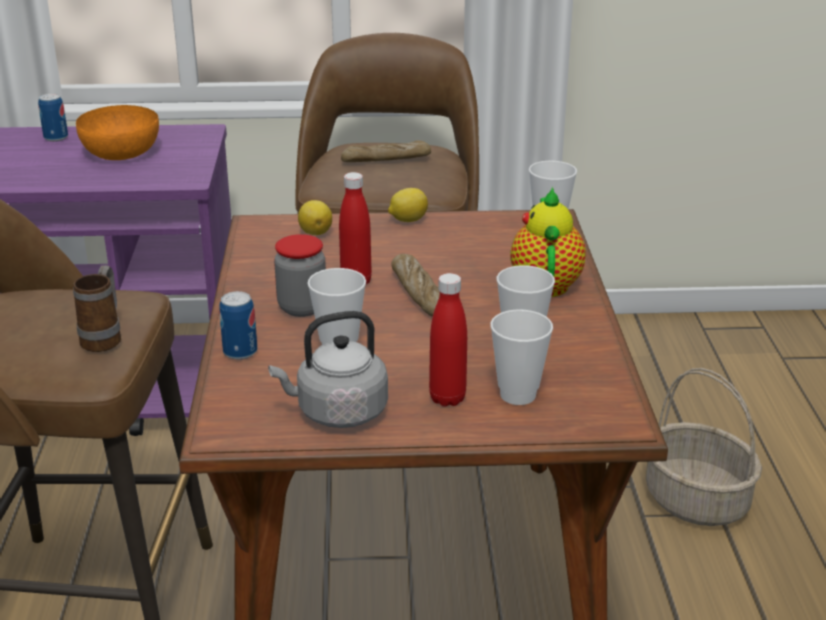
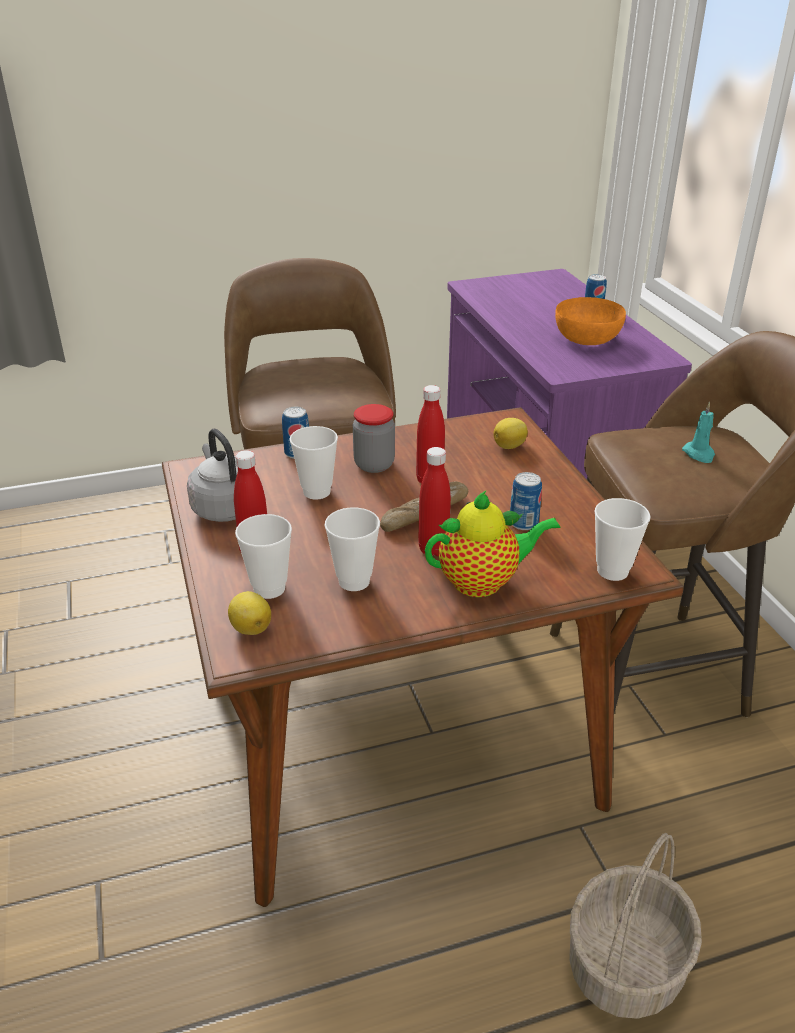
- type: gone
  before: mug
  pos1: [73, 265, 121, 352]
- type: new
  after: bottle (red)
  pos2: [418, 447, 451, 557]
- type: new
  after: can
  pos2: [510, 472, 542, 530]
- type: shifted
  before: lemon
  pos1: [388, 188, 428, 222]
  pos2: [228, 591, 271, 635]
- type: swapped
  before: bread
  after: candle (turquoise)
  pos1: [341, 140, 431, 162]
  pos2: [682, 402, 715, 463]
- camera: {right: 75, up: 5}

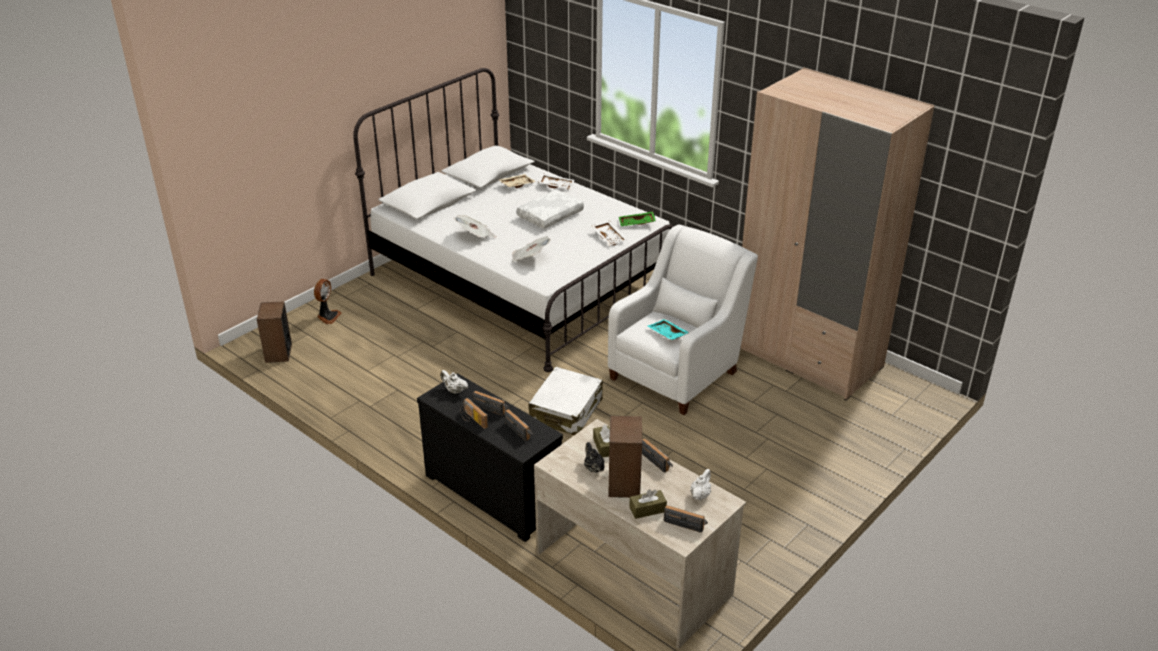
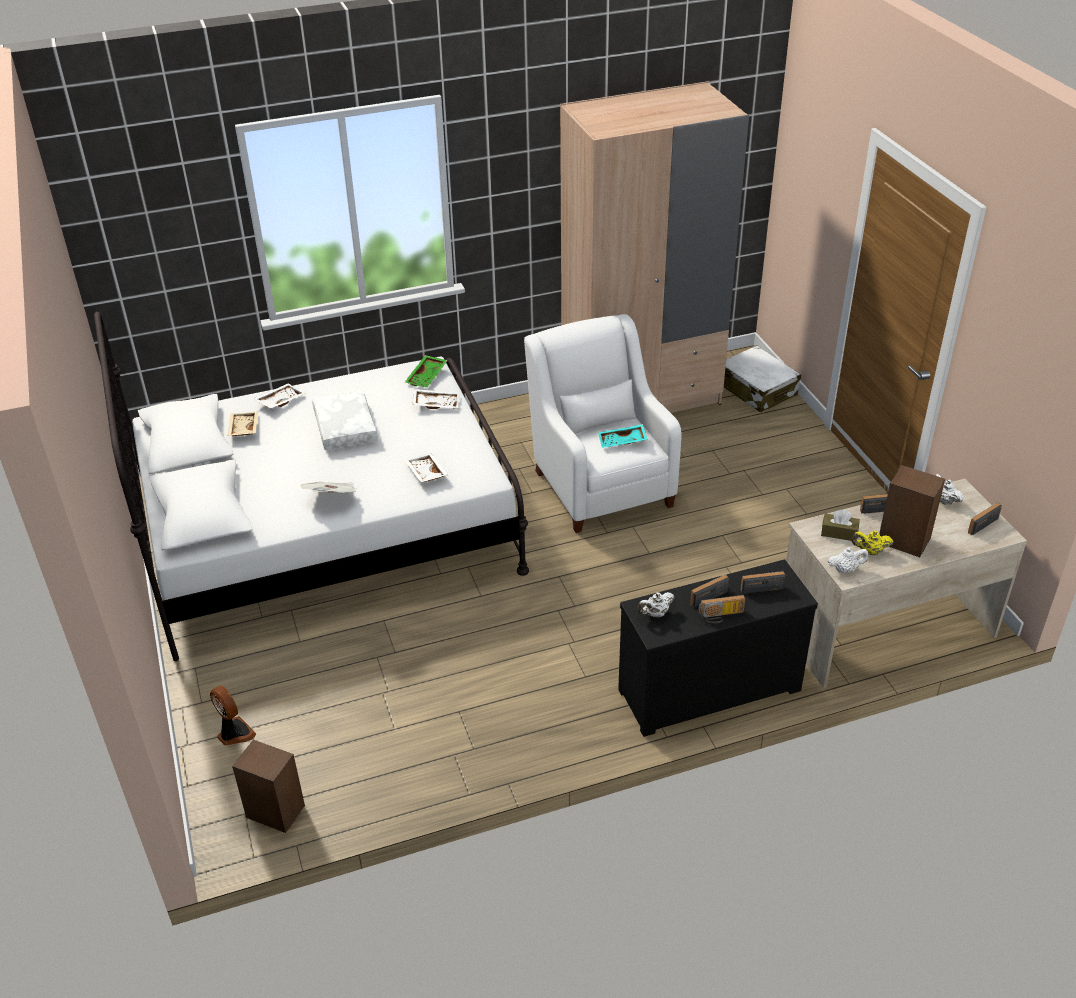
- type: gone
  before: tissue box (brown)
  pos1: [629, 489, 667, 519]
- type: new
  after: teapot (white)
  pos2: [828, 547, 869, 573]
- type: shifted
  before: suitcase (white)
  pos1: [529, 367, 603, 435]
  pos2: [724, 345, 801, 412]
- type: swapped
  before: newspaper
  after: tray (white)
  pos1: [512, 236, 551, 262]
  pos2: [405, 453, 448, 482]
- type: repainted
  before: teapot (black)
  after: teapot (yellow)
  pos1: [584, 442, 605, 473]
  pos2: [852, 530, 893, 555]
- camera: {right: -60, up: 5}

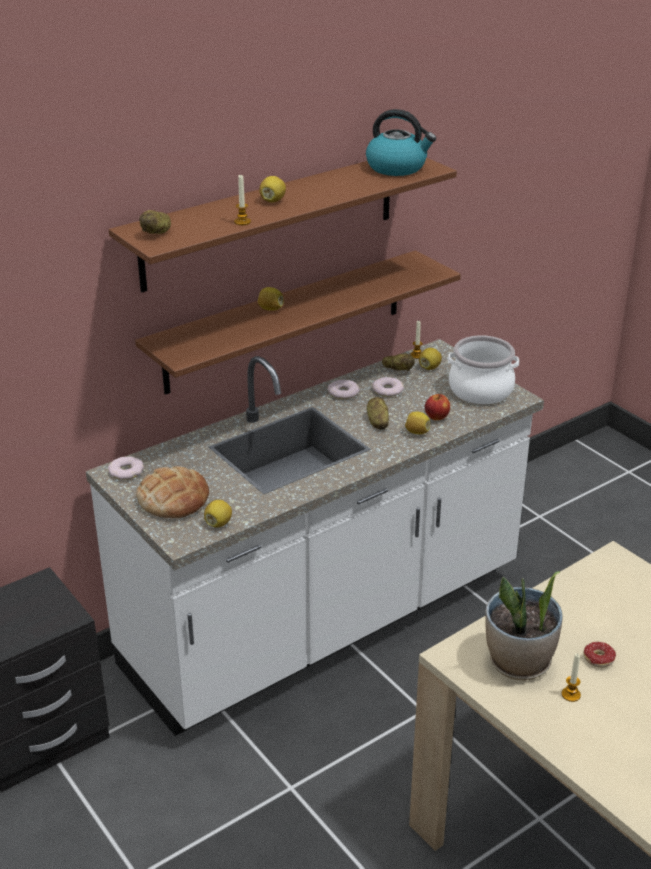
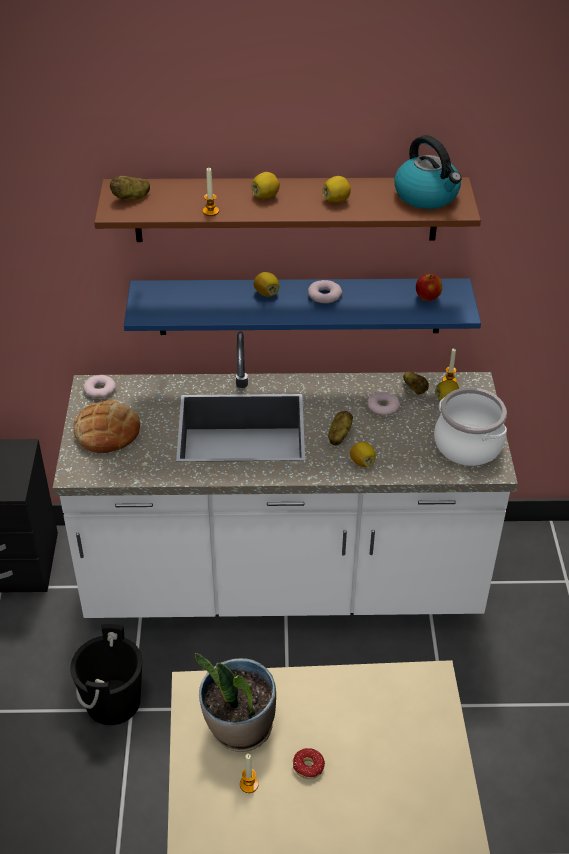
- type: new
  after: bucket (black)
  pos2: [70, 624, 142, 725]
- type: shifted
  before: lemon
  pos1: [204, 500, 232, 528]
  pos2: [323, 176, 351, 203]
- type: shifted
  before: donut
  pos1: [328, 380, 360, 399]
  pos2: [308, 280, 342, 303]
- type: shifted
  before: apple
  pos1: [425, 394, 450, 421]
  pos2: [416, 274, 442, 301]
- type: repainted
  before: shelf (brown)
  after: shelf (blue)
  pos1: [135, 250, 461, 395]
  pos2: [124, 278, 481, 335]
- camera: {right: 35, up: 10}

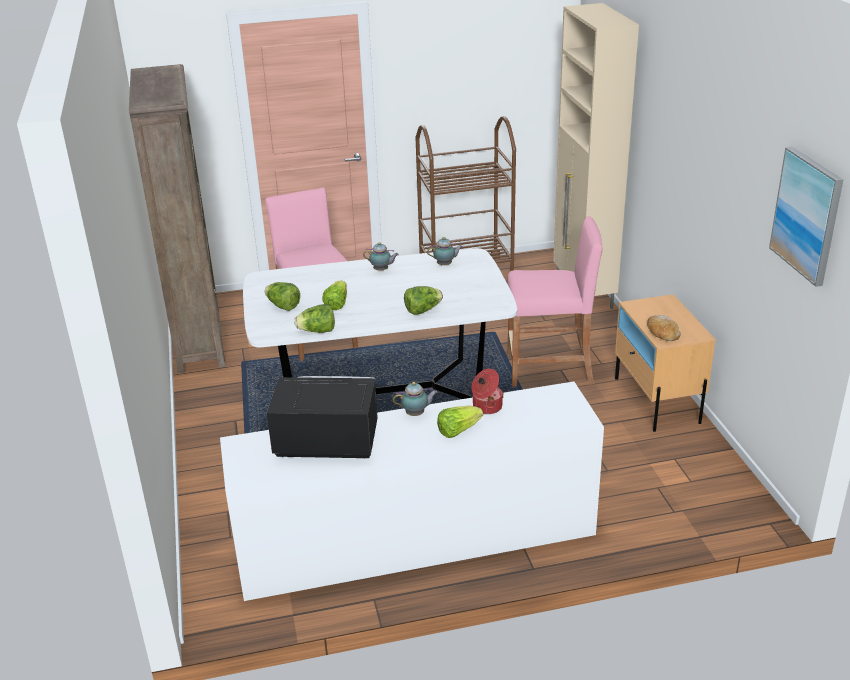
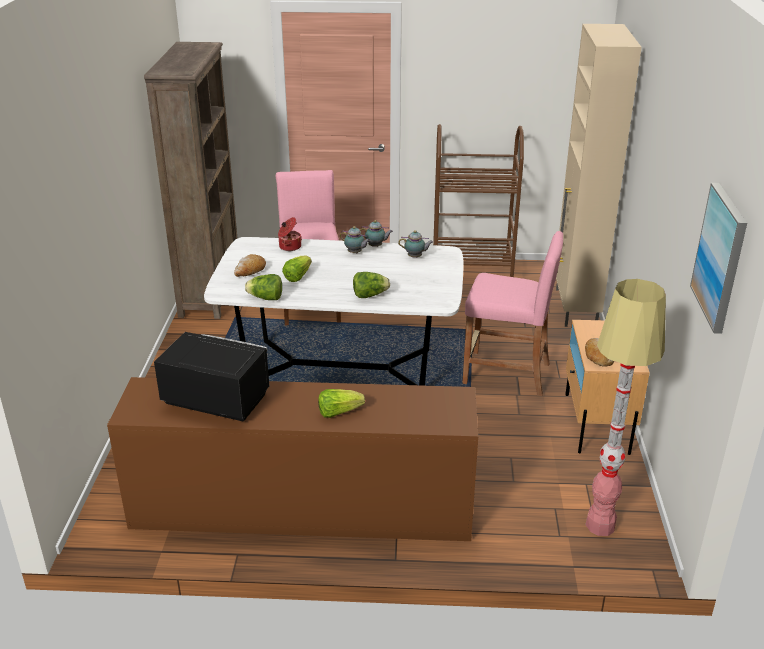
- type: new
  after: floor lamp
  pos2: [585, 279, 666, 536]
- type: shifted
  before: teapot
  pos1: [393, 382, 438, 416]
  pos2: [360, 220, 393, 247]
- type: shifted
  before: cooking pot
  pos1: [471, 369, 504, 414]
  pos2: [278, 217, 302, 251]
- type: swapped
  before: lettuce
  after: bread
  pos1: [265, 282, 300, 311]
  pos2: [234, 254, 266, 277]
- type: repainted
  before: dresser (white)
  after: dresser (brown)
  pos1: [220, 382, 604, 601]
  pos2: [107, 377, 478, 541]
- camera: {right: 15, up: 0}

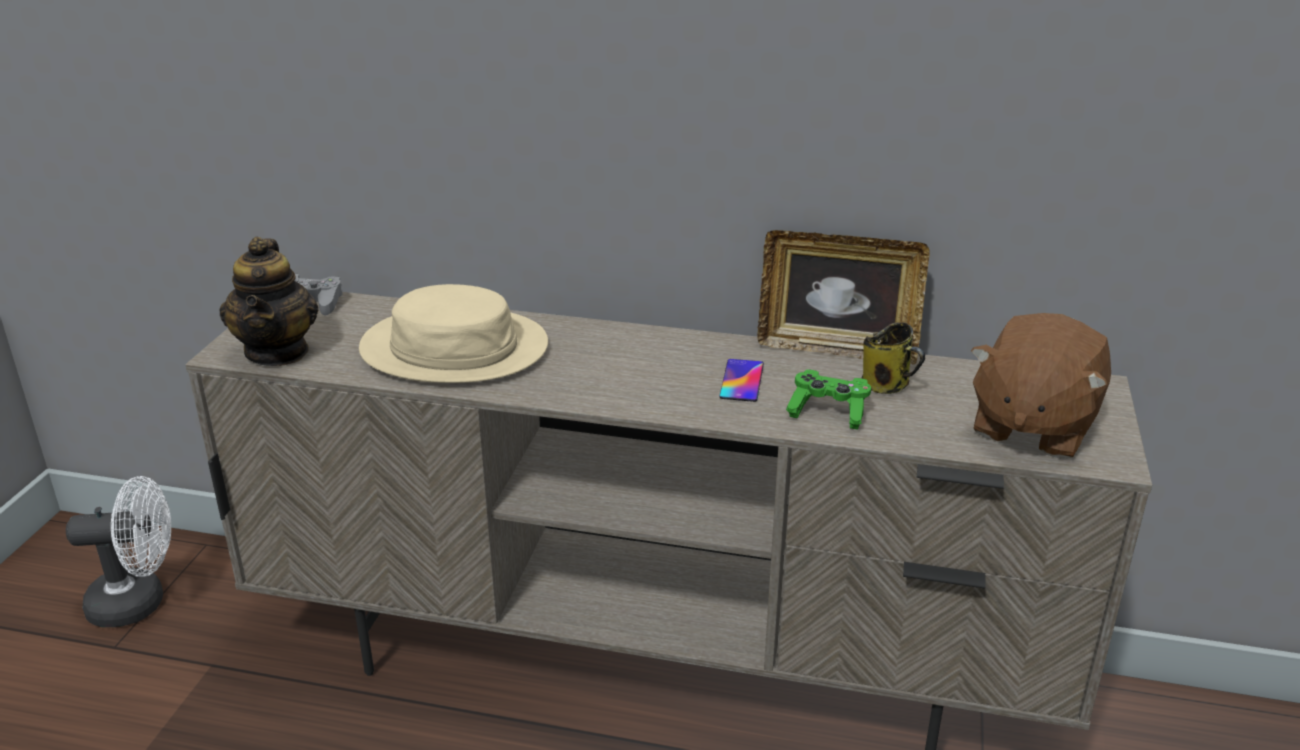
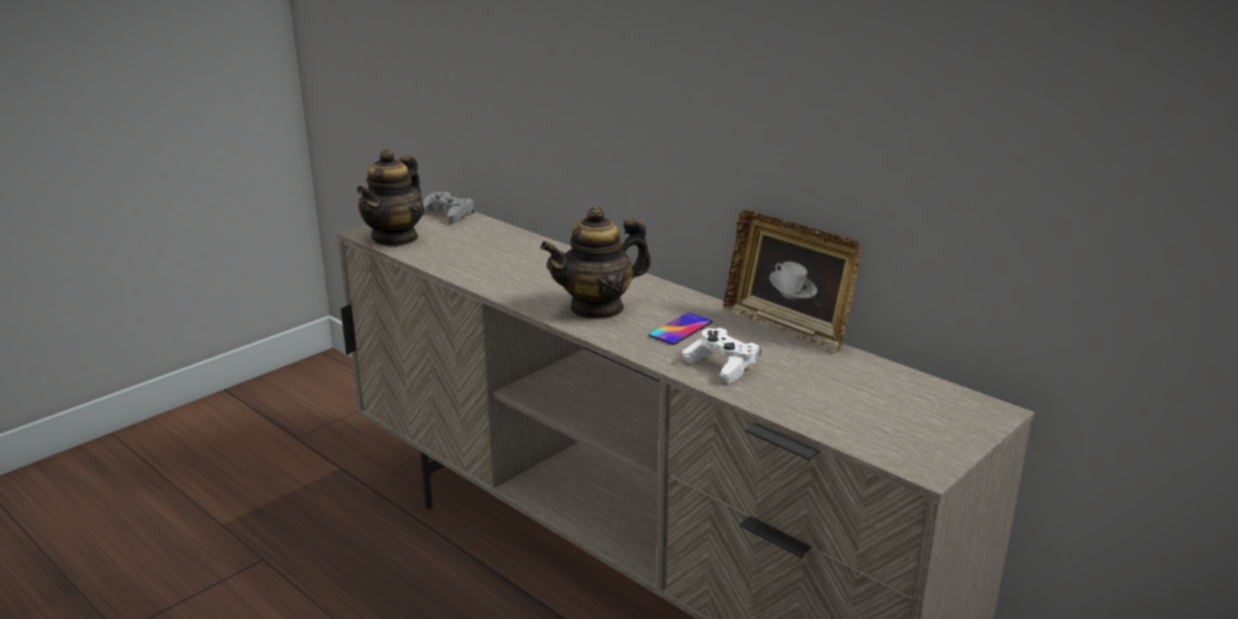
- type: gone
  before: fan (white)
  pos1: [66, 476, 171, 627]
- type: gone
  before: hat (beige)
  pos1: [359, 284, 548, 383]
- type: gone
  before: mug
  pos1: [862, 323, 925, 394]
- type: gone
  before: plush toy (brown)
  pos1: [971, 313, 1111, 459]
- type: new
  after: teapot
  pos2: [540, 206, 651, 320]
- type: repainted
  before: game controller (green)
  after: game controller (white)
  pos1: [786, 369, 871, 430]
  pos2: [682, 328, 761, 384]
- camera: {right: 30, up: -5}

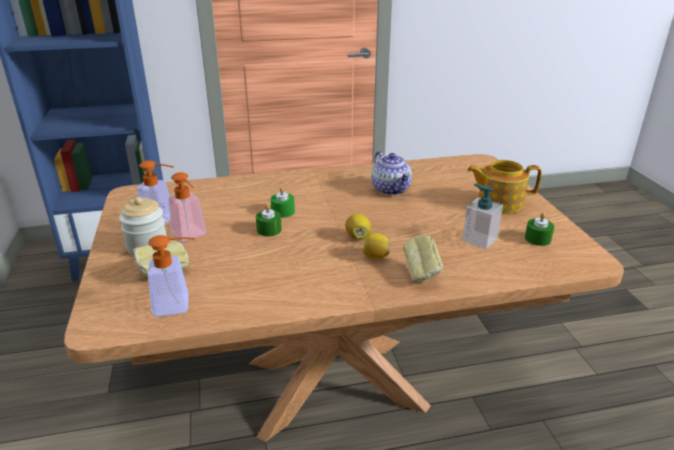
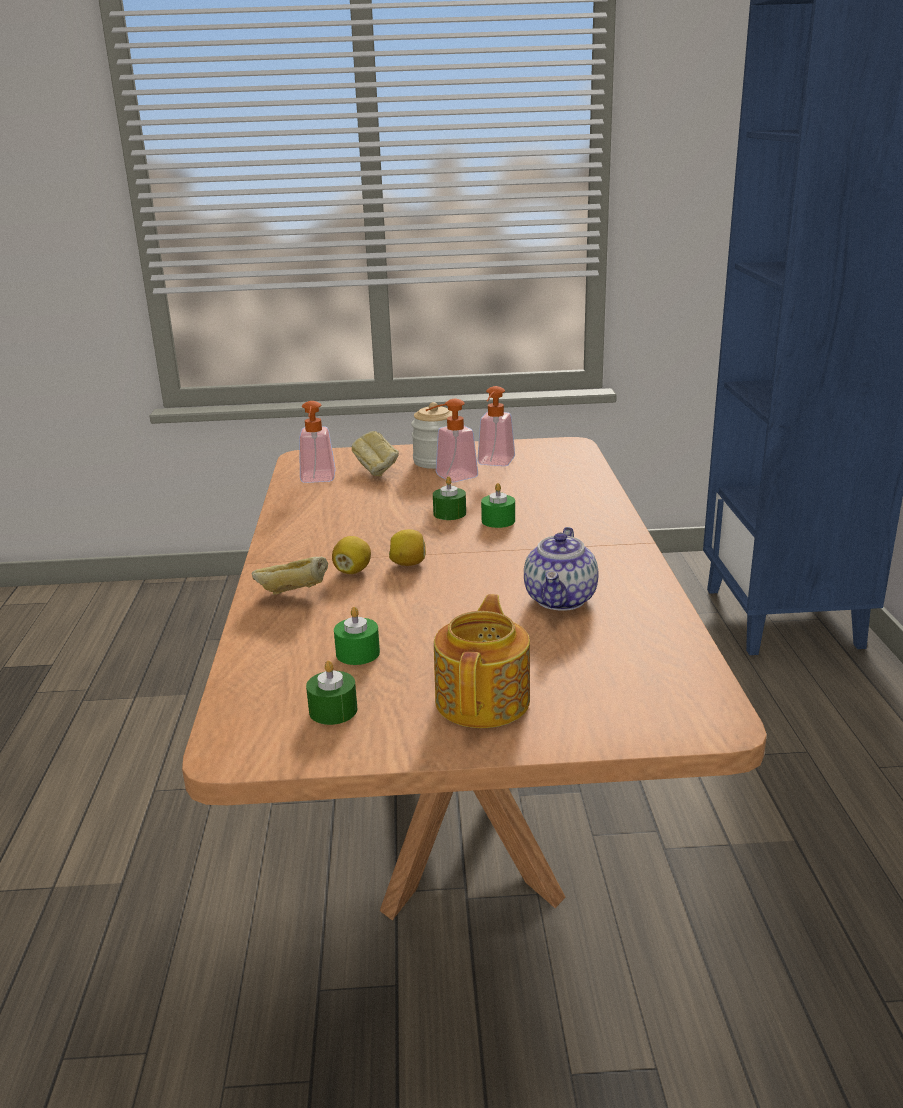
- type: swapped
  before: soap dispenser
  after: candle (green)
  pos1: [462, 184, 503, 249]
  pos2: [334, 607, 380, 665]
- type: rotated
  before: teapot
  pos1: [371, 151, 412, 195]
  pos2: [524, 527, 598, 611]
  turn: -60
- camera: {right: 100, up: -5}

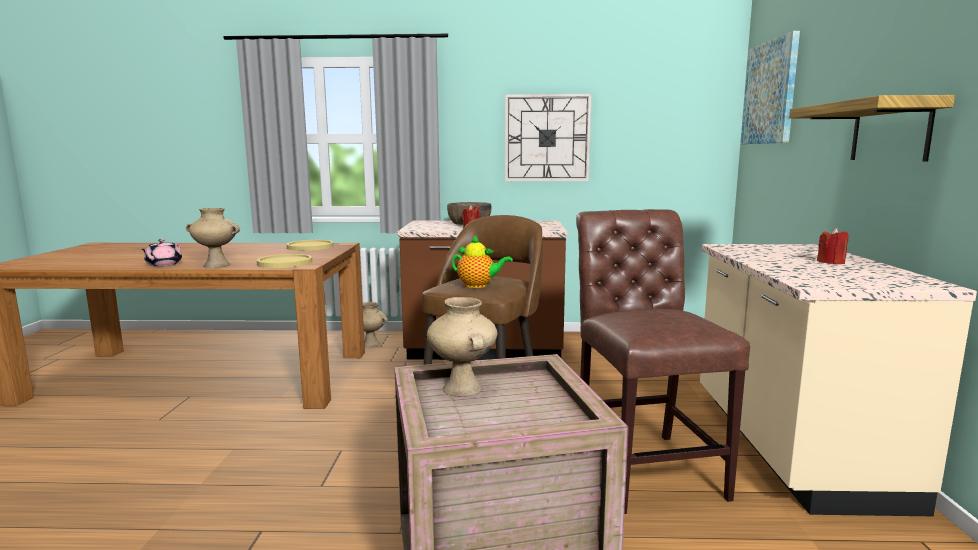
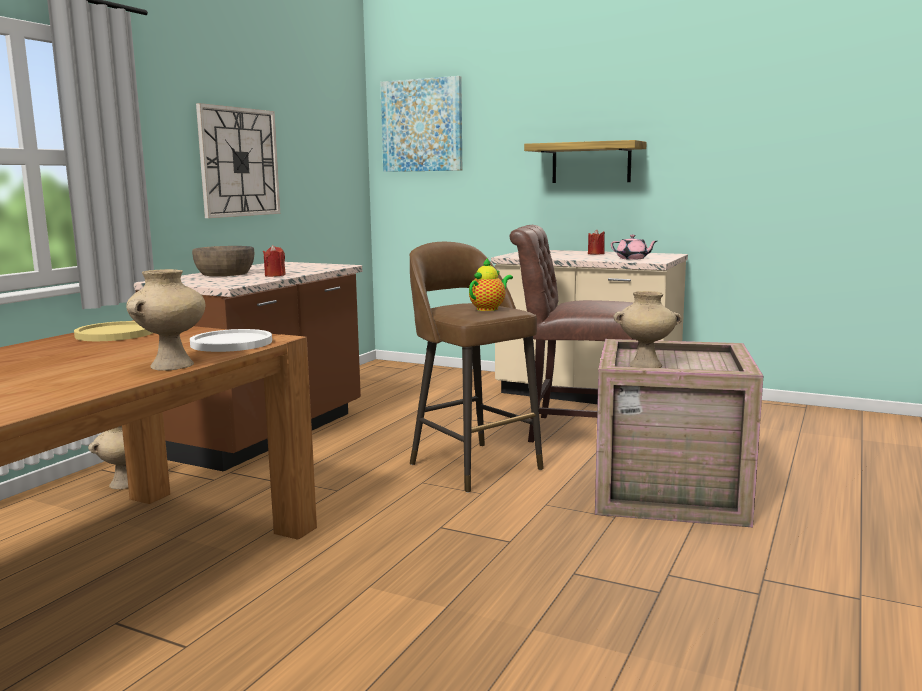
- type: shifted
  before: teapot (pink)
  pos1: [141, 239, 182, 266]
  pos2: [611, 235, 657, 260]
- type: repainted
  before: plate (yellow)
  after: plate (white)
  pos1: [257, 254, 312, 268]
  pos2: [190, 329, 272, 352]
- camera: {right: -65, up: 0}

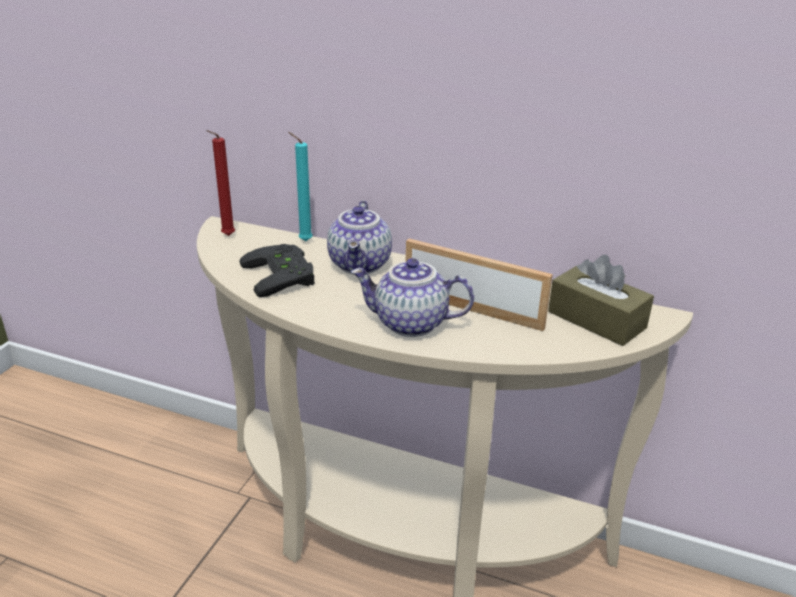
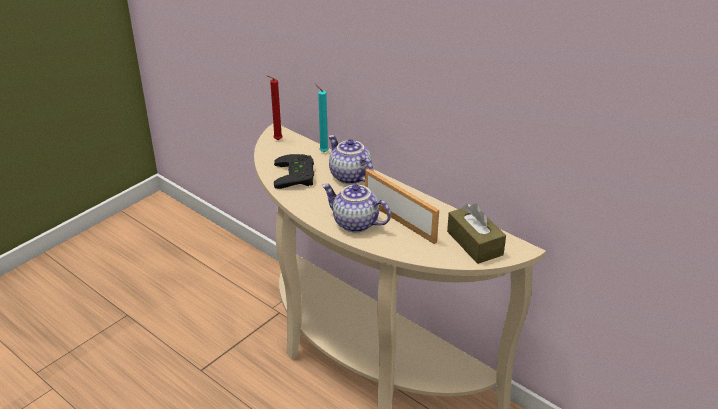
- type: rotated
  before: teapot
  pos1: [327, 200, 392, 274]
  pos2: [328, 135, 374, 184]
  turn: 120
- camera: {right: 20, up: 5}

